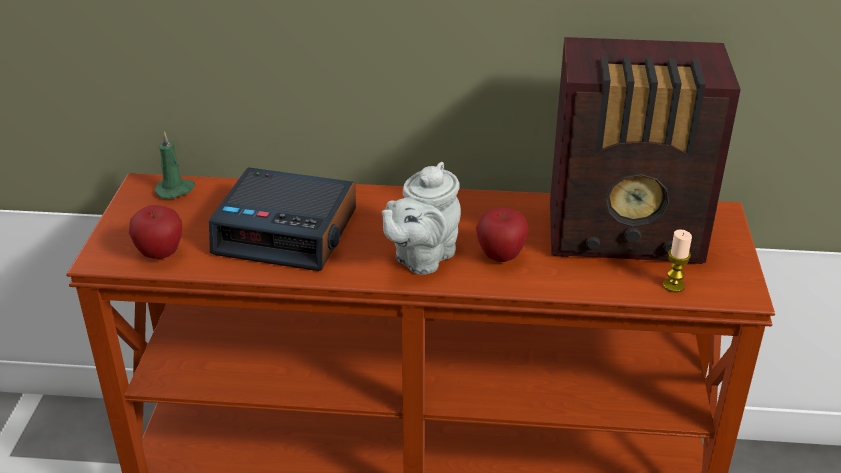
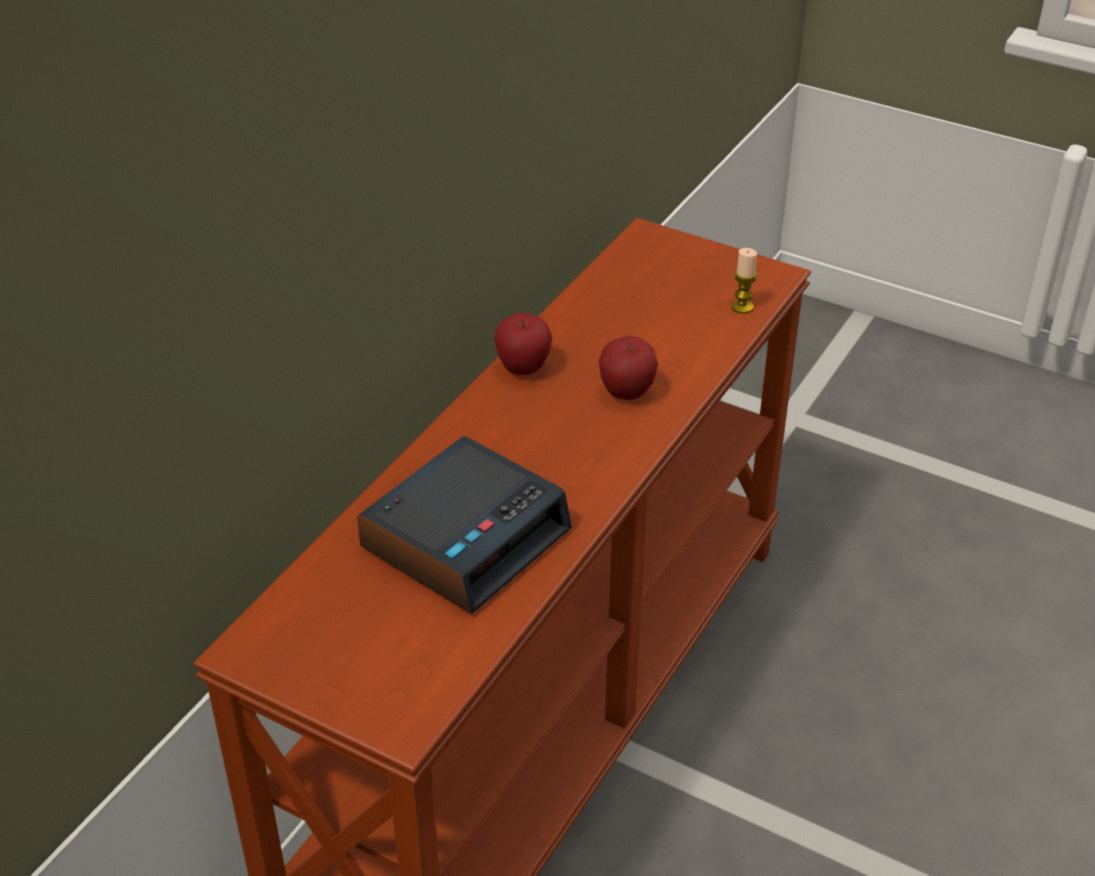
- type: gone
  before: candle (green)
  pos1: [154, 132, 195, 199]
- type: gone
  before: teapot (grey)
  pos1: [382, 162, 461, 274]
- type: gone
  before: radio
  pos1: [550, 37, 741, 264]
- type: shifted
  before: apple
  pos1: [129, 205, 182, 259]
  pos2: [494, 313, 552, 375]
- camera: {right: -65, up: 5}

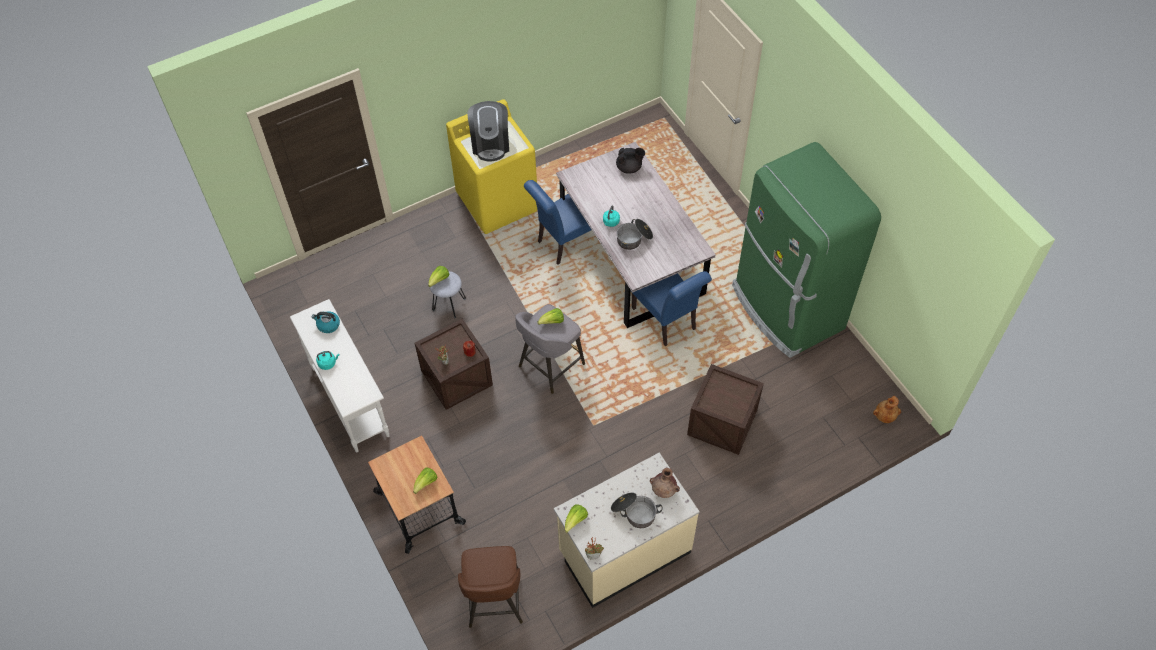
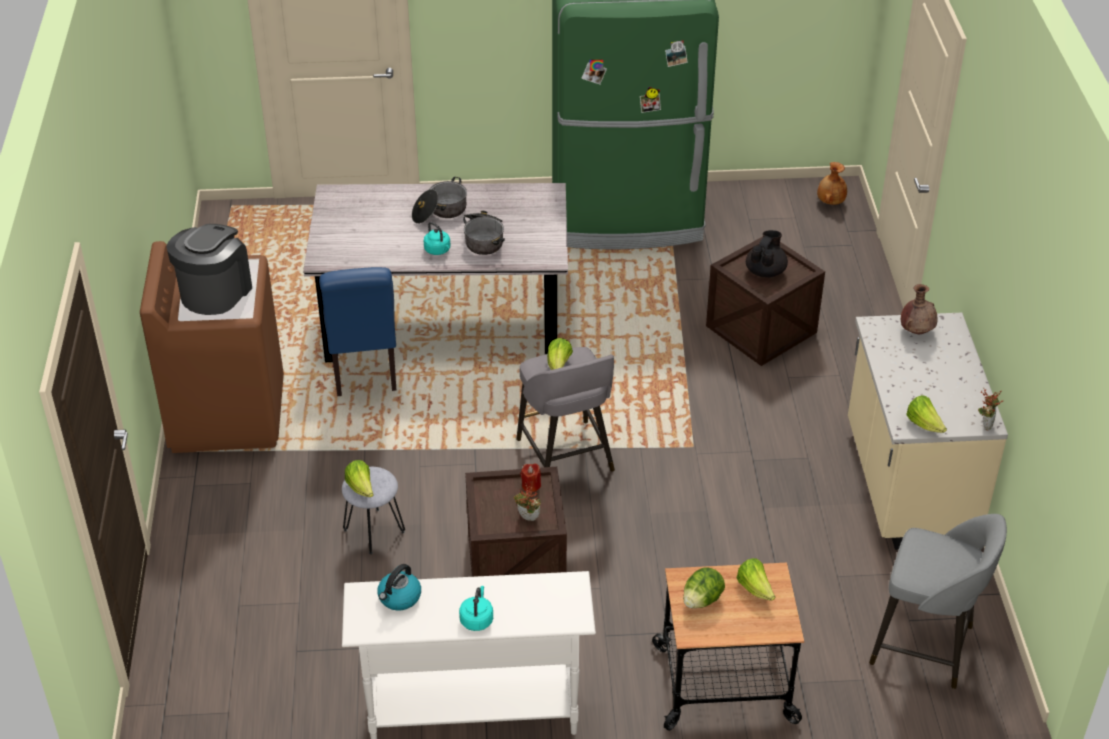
- type: gone
  before: chair (blue)
  pos1: [631, 271, 712, 346]
- type: new
  after: lettuce
  pos2: [683, 567, 725, 608]
- type: shifted
  before: cooking pot
  pos1: [611, 493, 663, 528]
  pos2: [412, 177, 467, 224]
- type: shifted
  before: teapot (black)
  pos1: [616, 148, 645, 174]
  pos2: [746, 230, 788, 278]
- type: repainted
  before: washing machine (yellow)
  after: washing machine (brown)
  pos1: [446, 99, 537, 234]
  pos2: [140, 241, 284, 453]
- type: repainted
  before: stool (brown)
  after: stool (grey)
  pos1: [458, 546, 523, 628]
  pos2: [869, 514, 1007, 689]
- type: rotated
  before: coffee machine
  pos1: [467, 101, 509, 162]
  pos2: [166, 224, 252, 315]
  turn: -90
- camera: {right: -65, up: -15}

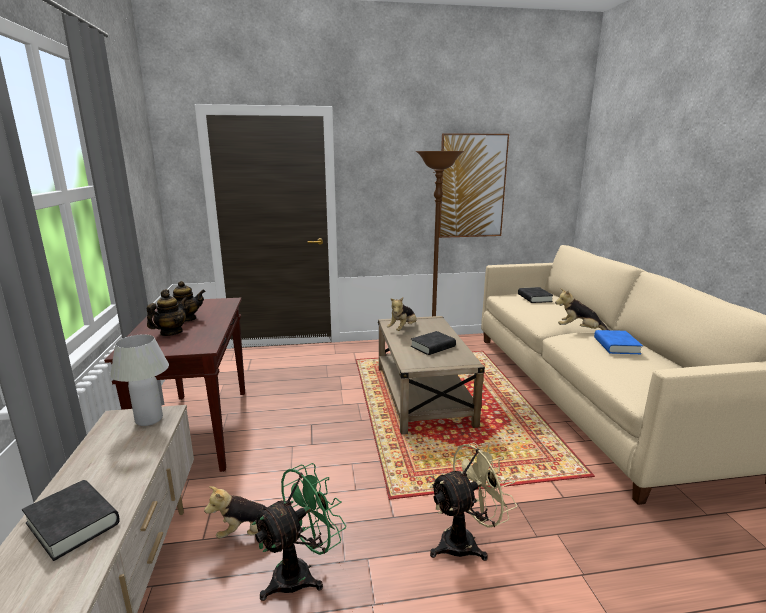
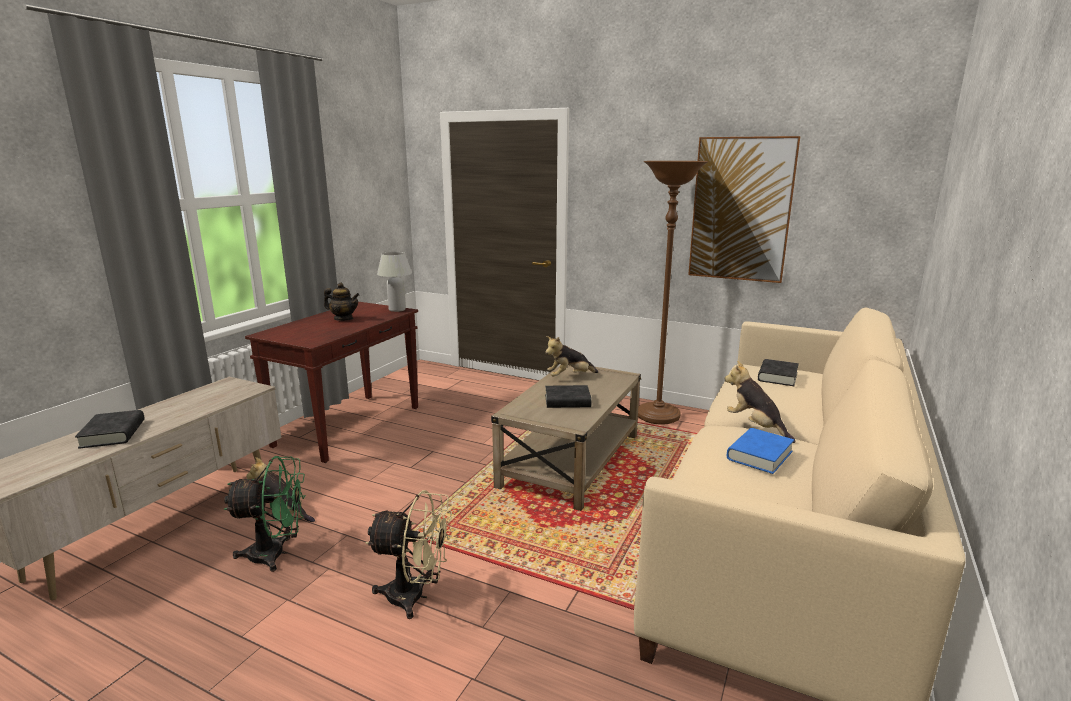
- type: gone
  before: teapot
  pos1: [147, 292, 188, 336]
- type: shifted
  before: table lamp (white)
  pos1: [110, 334, 169, 426]
  pos2: [377, 252, 412, 312]
- camera: {right: 35, up: 0}

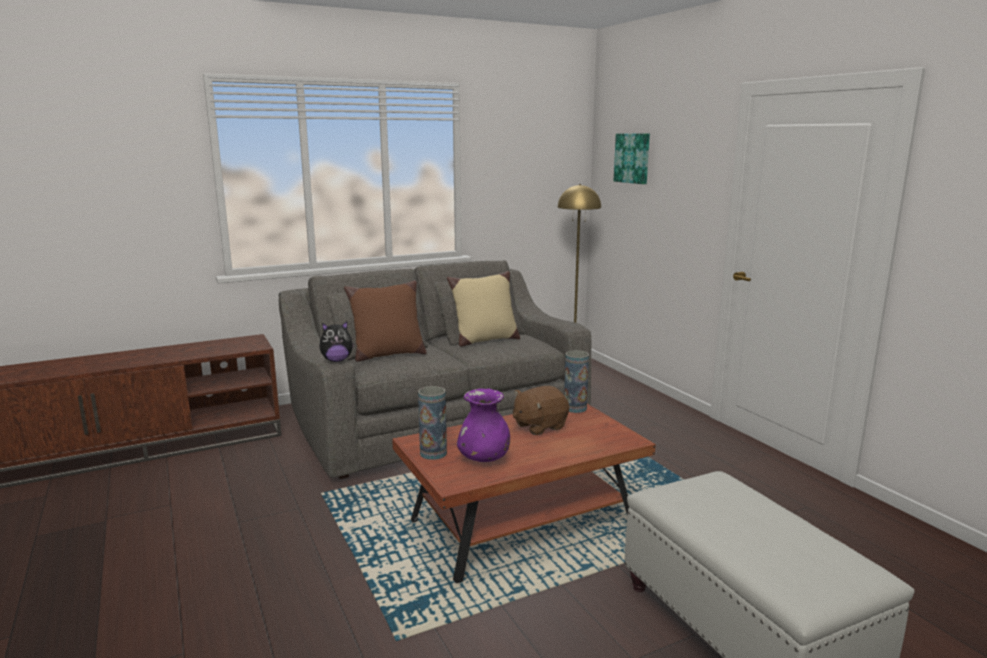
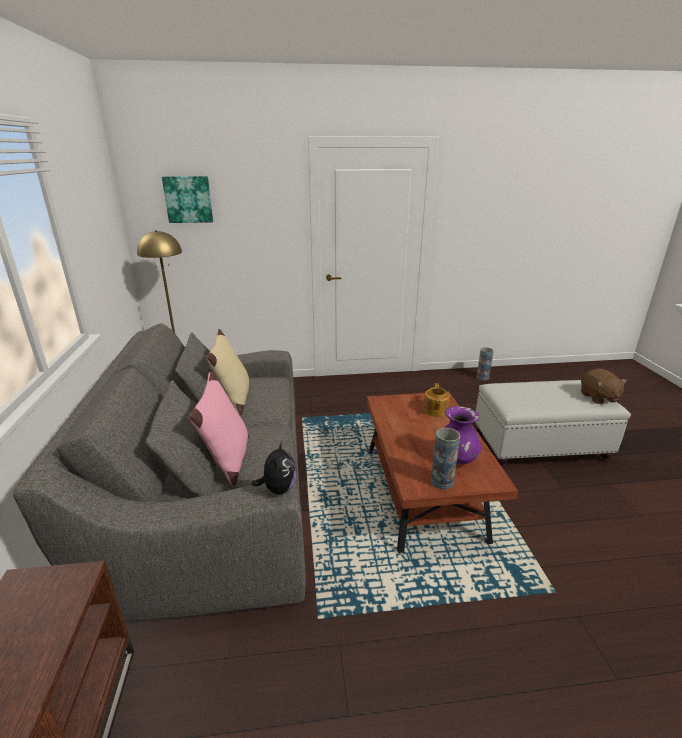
- type: new
  after: teapot
  pos2: [423, 383, 450, 417]
- type: shifted
  before: plush toy (brown)
  pos1: [513, 386, 569, 435]
  pos2: [581, 368, 627, 404]
- type: shifted
  before: vase
  pos1: [564, 350, 589, 413]
  pos2: [477, 347, 493, 380]
- type: repainted
  before: pillow (brown)
  after: pillow (pink)
  pos1: [344, 280, 427, 362]
  pos2: [188, 372, 249, 486]
- camera: {right: -70, up: 10}

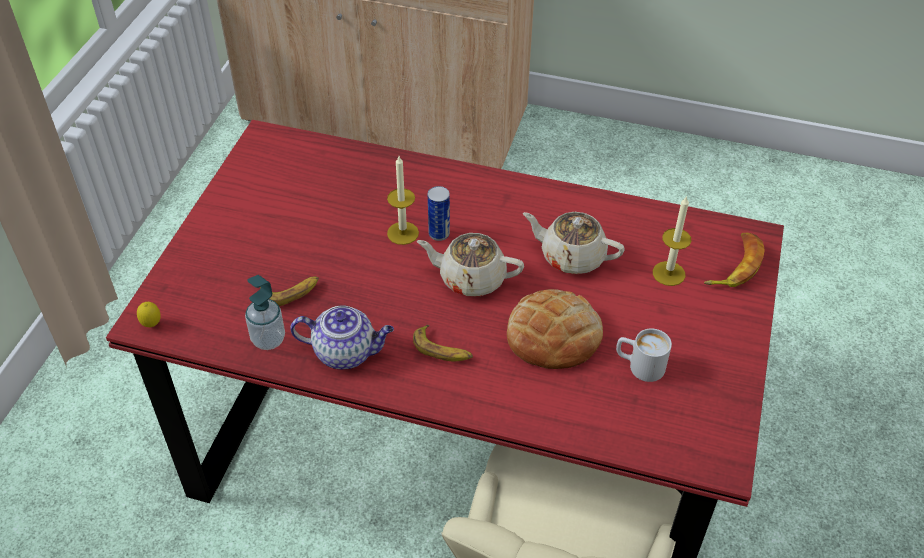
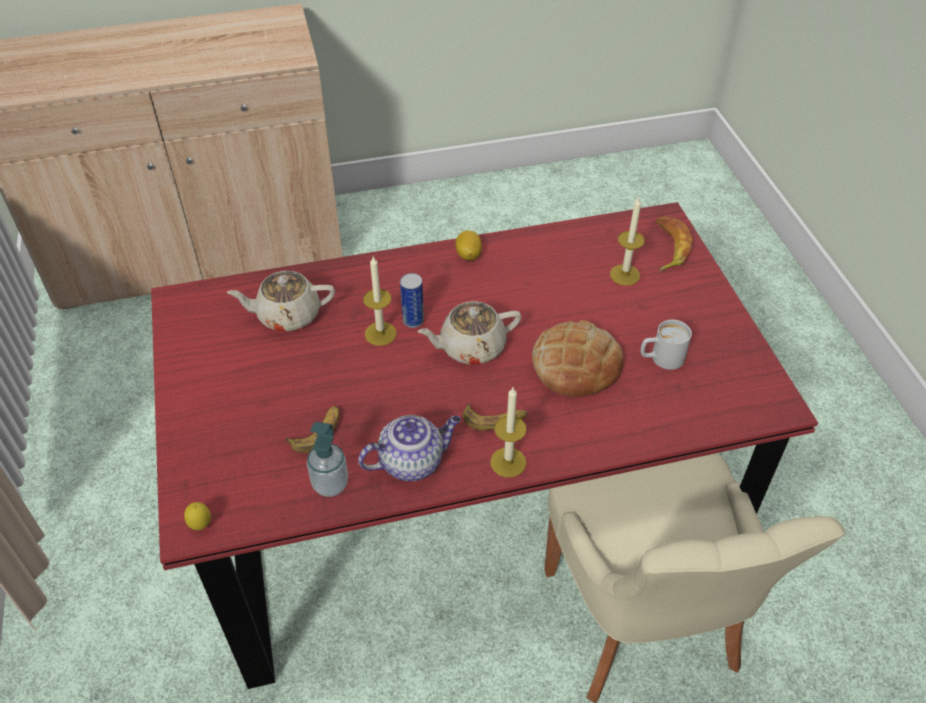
- type: new
  after: lemon
  pos2: [456, 230, 482, 261]
- type: new
  after: candle
  pos2: [490, 387, 527, 478]
- type: shifted
  before: teapot (beige)
  pos1: [523, 212, 625, 274]
  pos2: [227, 271, 335, 332]
- camera: {right: -30, up: 0}

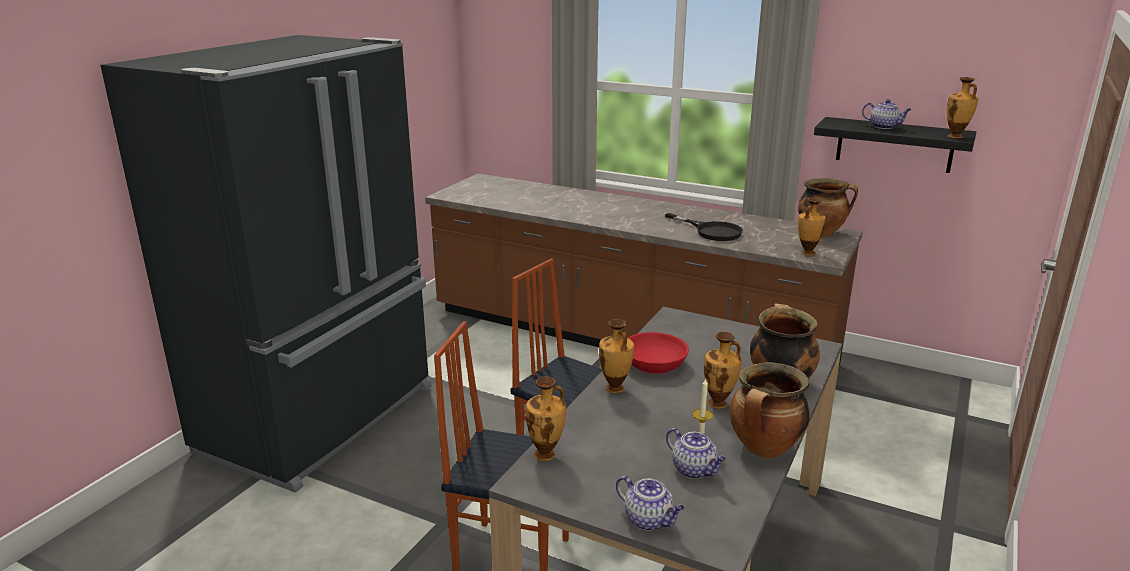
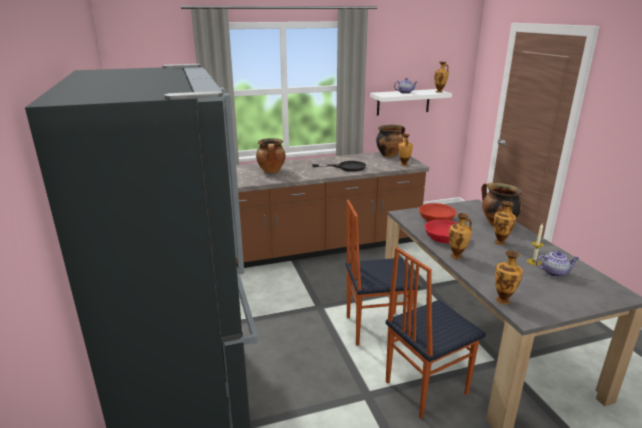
- type: gone
  before: teapot
  pos1: [616, 476, 685, 531]
- type: new
  after: bowl (red)
  pos2: [419, 203, 456, 222]
- type: shifted
  before: cooking pot
  pos1: [729, 362, 810, 458]
  pos2: [256, 138, 286, 173]
- type: repainted
  before: shelf (black)
  after: shelf (white)
  pos1: [814, 117, 976, 173]
  pos2: [370, 89, 452, 115]
- camera: {right: -45, up: 0}

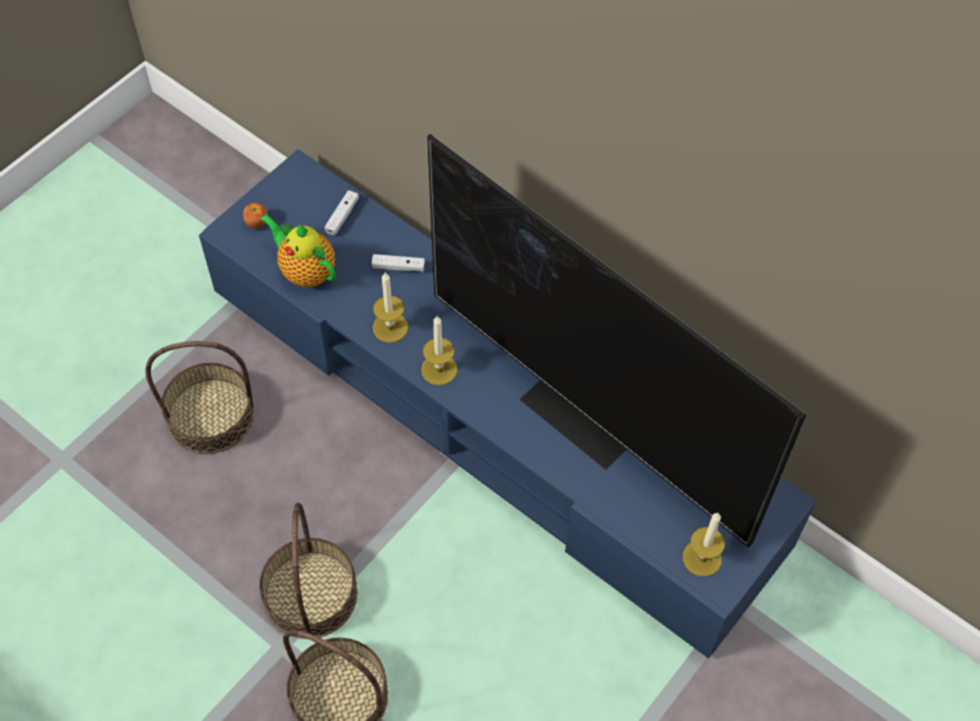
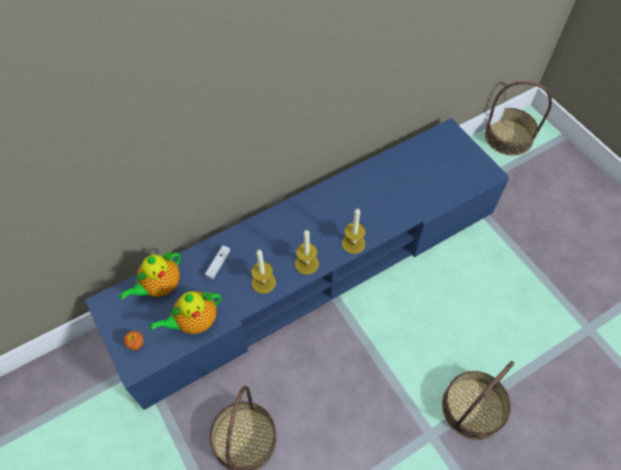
- type: gone
  before: television
  pos1: [427, 134, 806, 547]
- type: shifted
  before: basket
  pos1: [259, 503, 358, 639]
  pos2: [485, 81, 552, 155]
- type: shifted
  before: candle
  pos1: [683, 513, 725, 577]
  pos2: [342, 208, 365, 254]
- type: swapped
  before: game controller (white)
  after: teapot
  pos1: [325, 190, 359, 235]
  pos2: [119, 251, 181, 300]
- camera: {right: -70, up: 0}

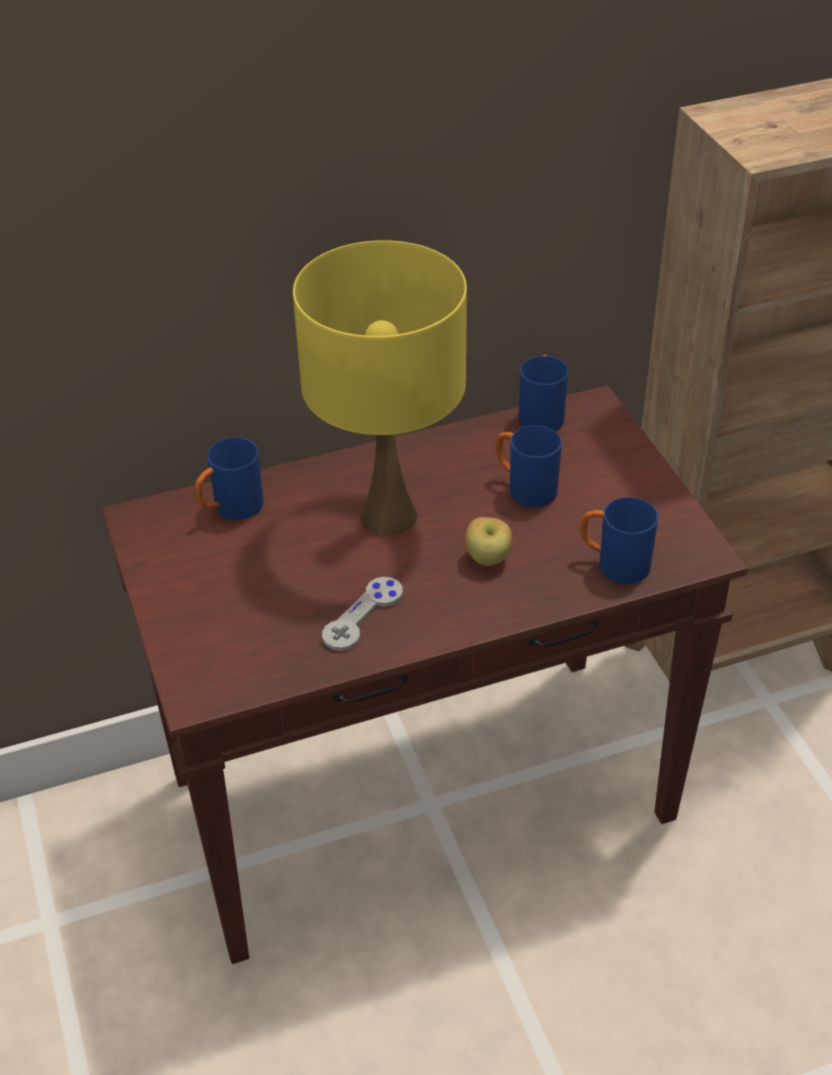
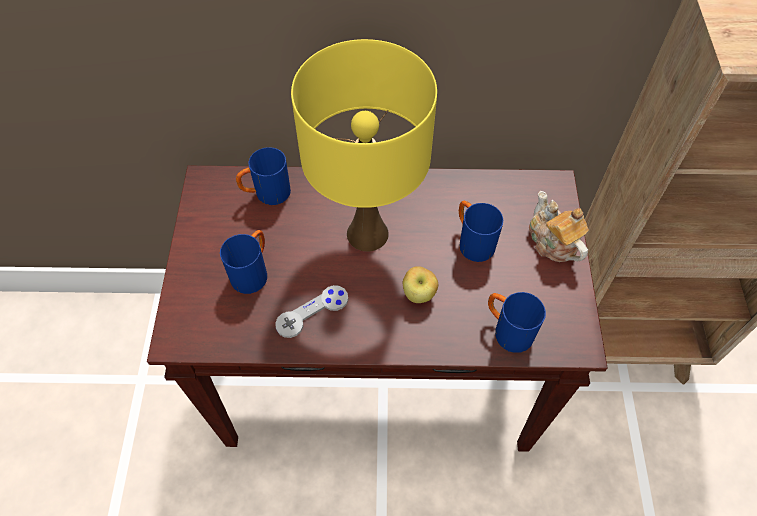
- type: new
  after: teapot
  pos2: [529, 191, 589, 262]
- type: shifted
  before: mug (blue)
  pos1: [519, 354, 568, 431]
  pos2: [220, 230, 267, 294]
- camera: {right: 20, up: 15}

